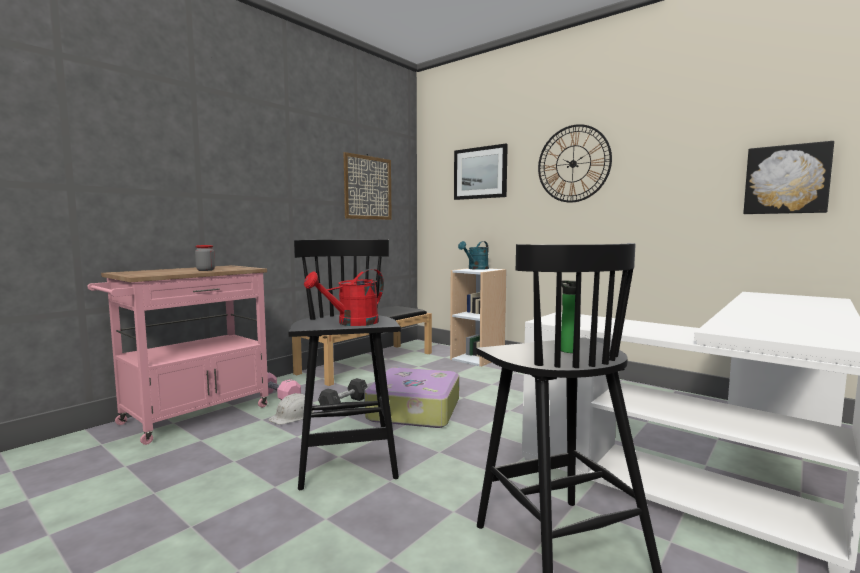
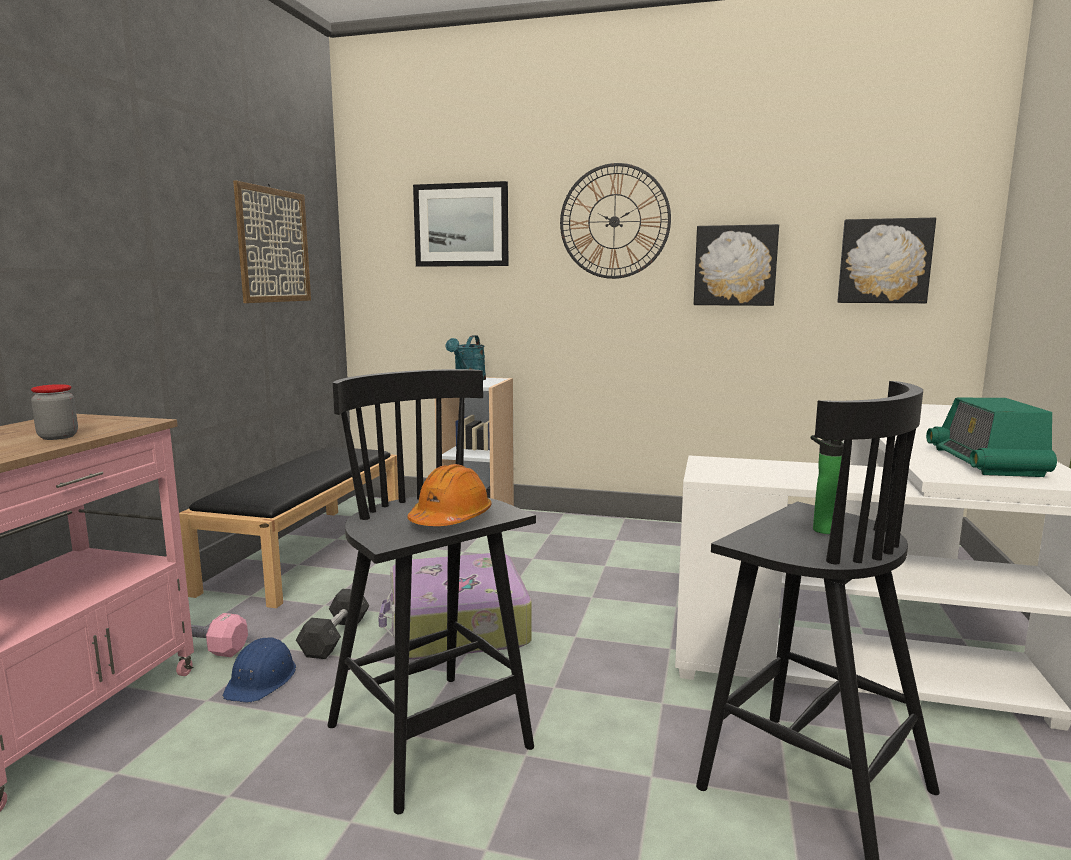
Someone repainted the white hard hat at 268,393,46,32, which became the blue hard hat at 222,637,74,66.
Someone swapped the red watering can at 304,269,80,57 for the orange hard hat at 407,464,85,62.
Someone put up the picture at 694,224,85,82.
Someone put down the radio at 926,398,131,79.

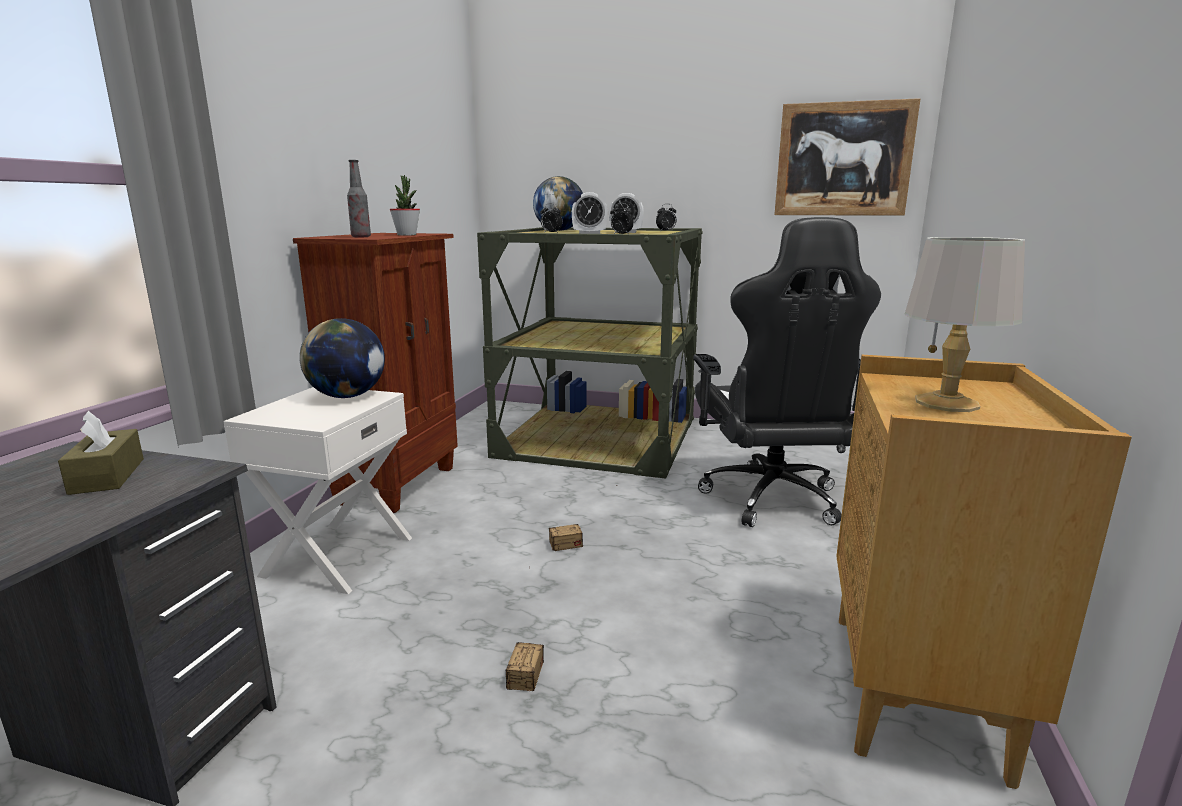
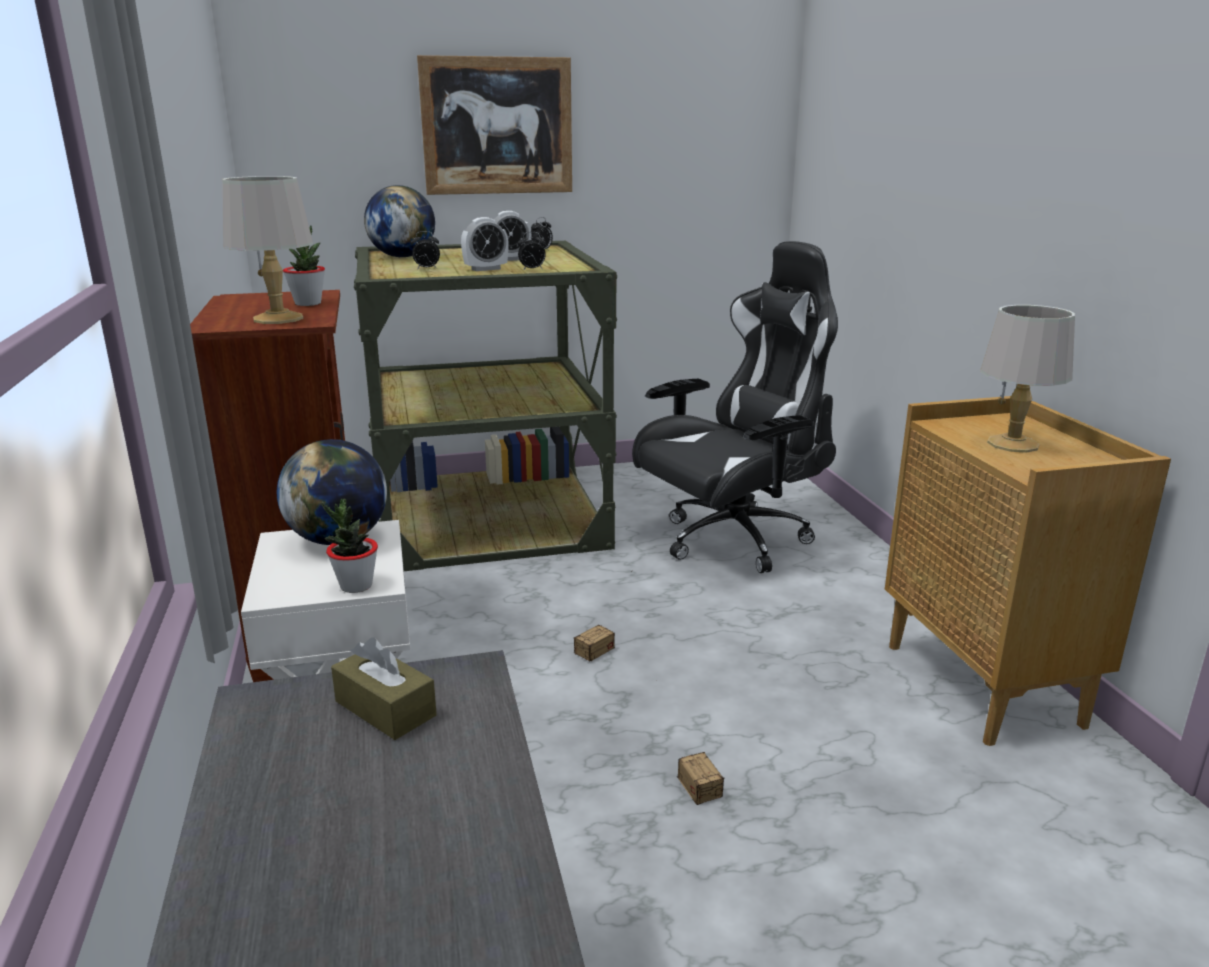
Someone swapped the bottle at 347,160,24,77 for the grey table lamp at 222,176,91,148.
Someone put down the potted plant at 321,498,57,95.
Someone carried the picture from 774,98,147,118 to 417,55,155,140.
Someone rotated the black office chair at 693,217,188,310 by 90 degrees counterclockwise.

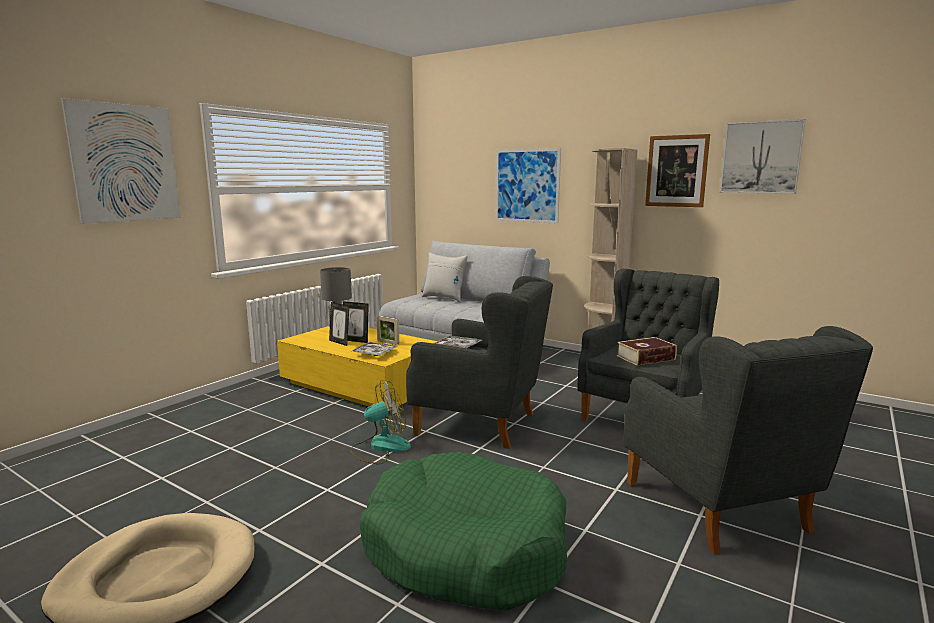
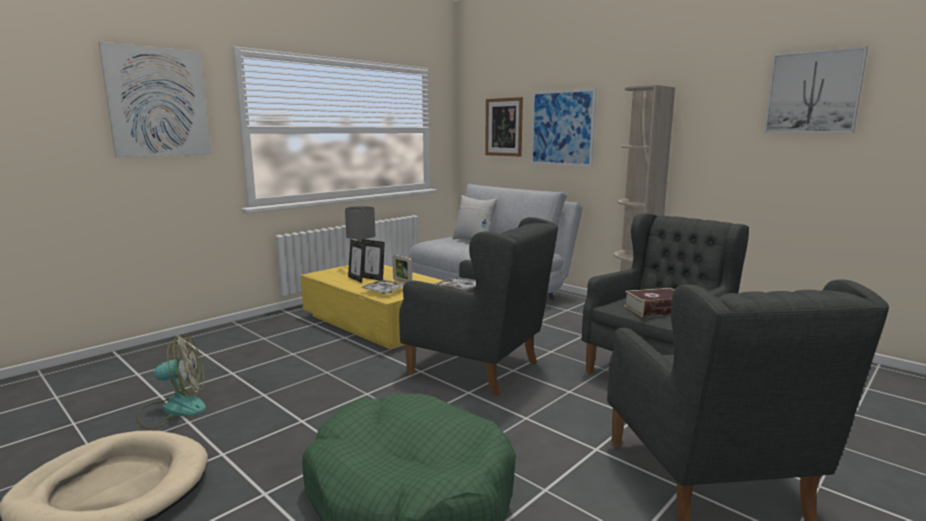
Someone carried the fan from 351,380,60,84 to 136,335,70,95.
Someone carried the picture from 645,134,65,73 to 485,97,38,60.

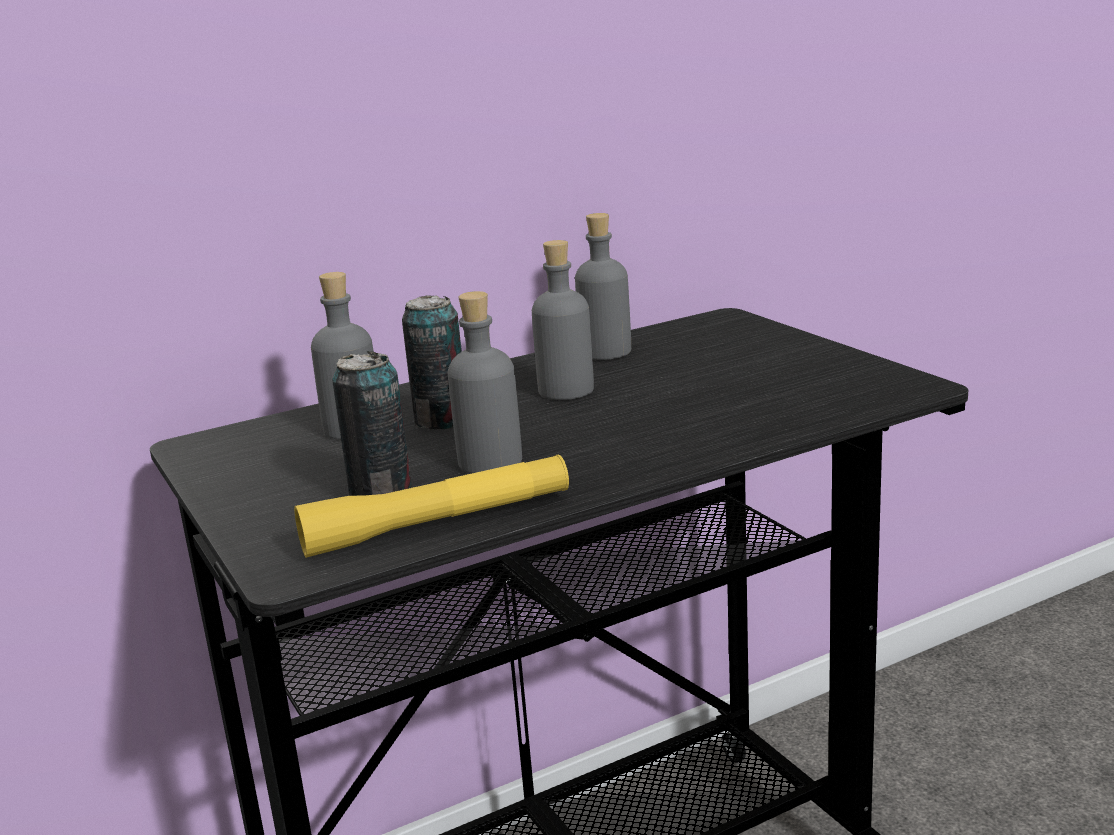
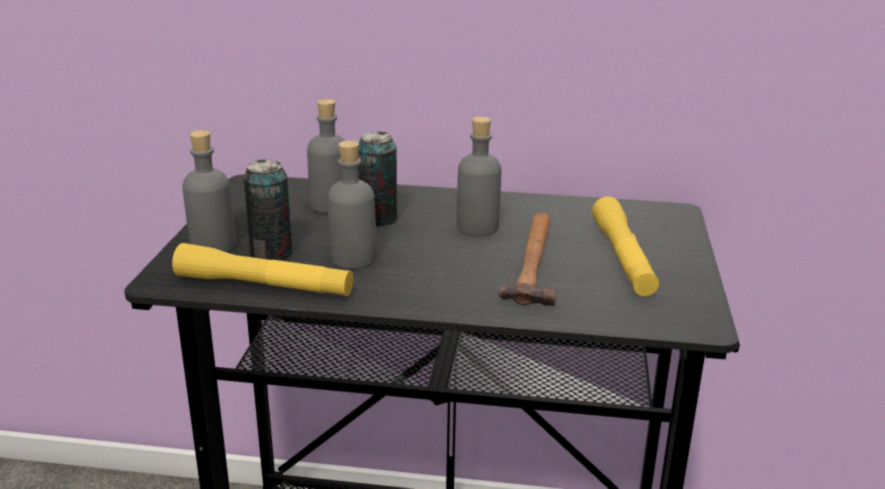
Someone carried the grey bottle from 575,213,56,147 to 182,130,54,122.
Someone put down the hammer at 498,213,58,93.
Someone put down the yellow flashlight at 592,196,67,100.

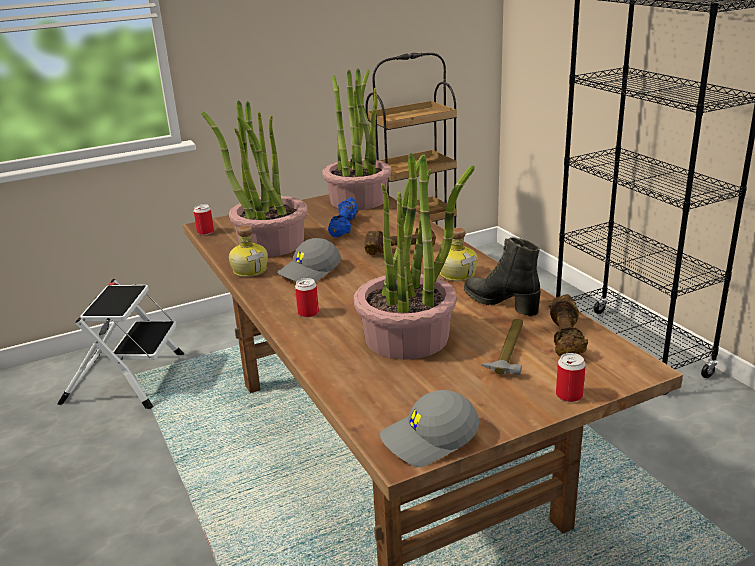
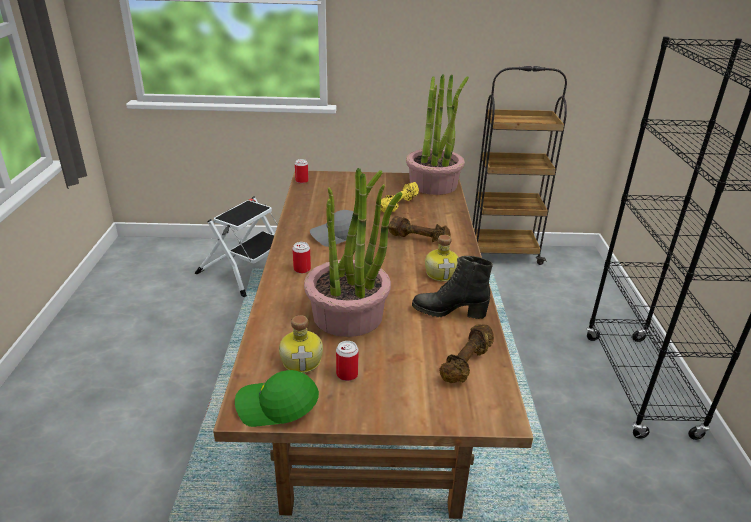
Someone repainted the grey cap at 380,390,99,77, which became the green cap at 235,370,84,57.
Someone carried the bottle from 229,225,39,52 to 279,315,44,58.
Someone carried the can from 556,353,30,49 to 336,341,23,40.
Someone repainted the blue dumbbell at 328,197,30,40, which became the yellow dumbbell at 381,182,38,30.
Someone rotated the black boot at 464,237,77,79 by 60 degrees counterclockwise.
Someone took away the potted plant at 201,100,107,157.
Someone took away the hammer at 481,319,42,56.

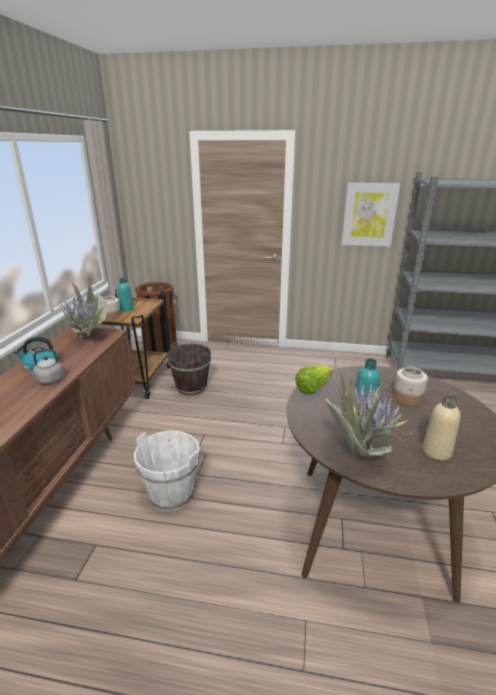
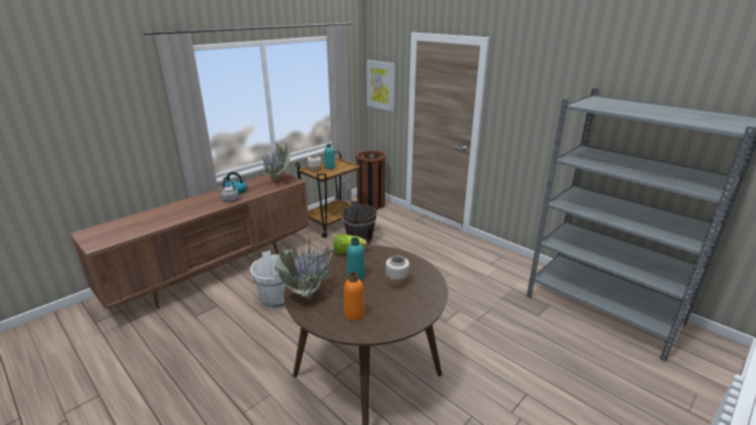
Someone repainted the beige bottle at 422,395,38,66, which became the orange bottle at 344,272,21,49.
Someone carried the picture from 342,183,58,64 to 366,60,29,52.

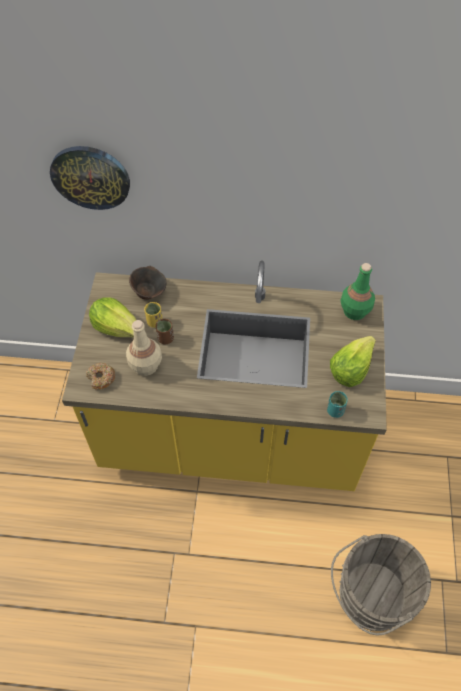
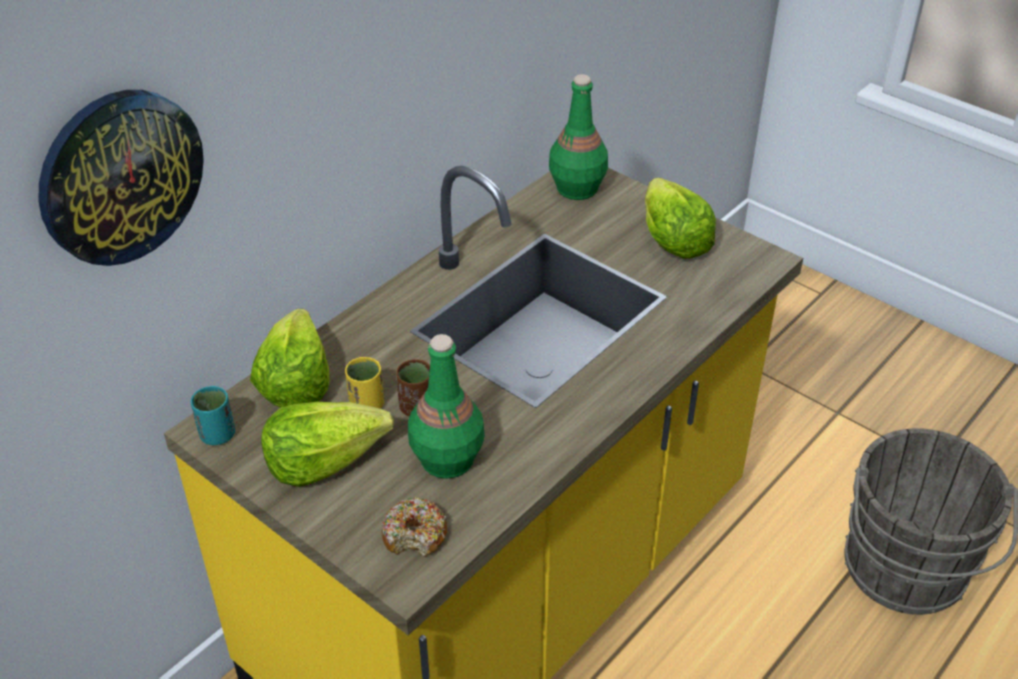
Someone carried the turquoise cup from 327,391,21,27 to 191,386,44,59.
Someone swapped the brown bowl at 129,266,38,34 for the lettuce at 250,309,80,99.
Someone repainted the beige bottle at 126,320,36,56, which became the green bottle at 408,334,77,145.

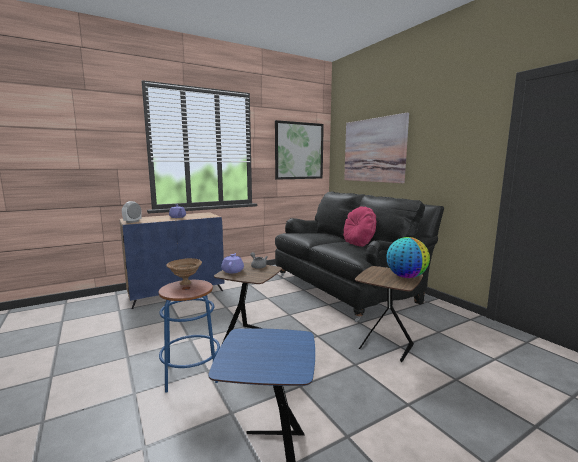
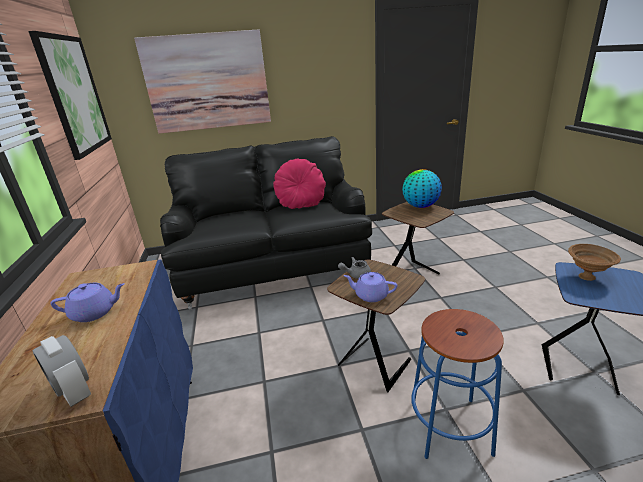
Someone carried the brown bowl from 166,258,36,27 to 568,244,53,37.

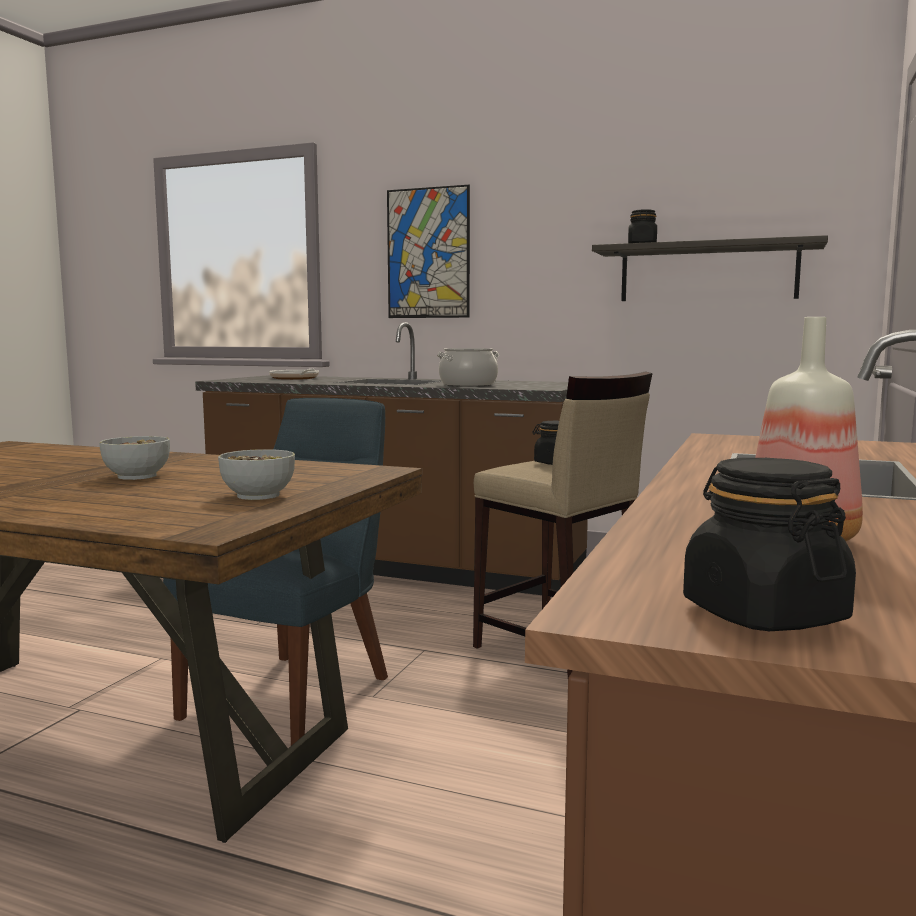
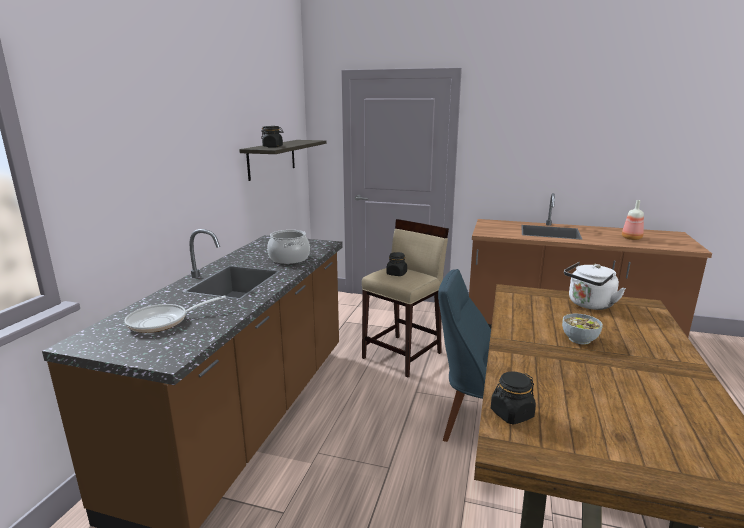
Someone carried the black jar from 683,458,173,173 to 491,371,45,53.
Someone swapped the bowl at 218,449,77,51 for the white kettle at 564,262,62,48.
Someone took away the picture at 387,185,83,133.

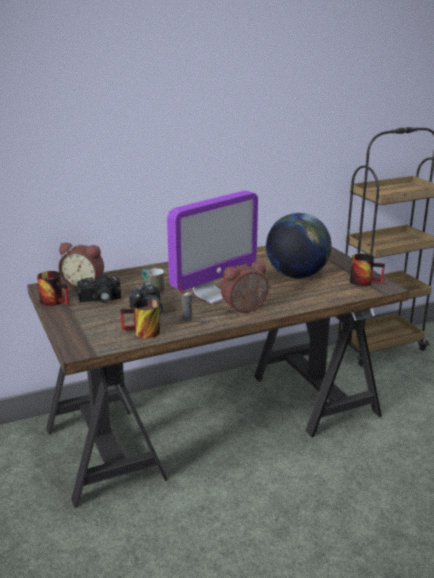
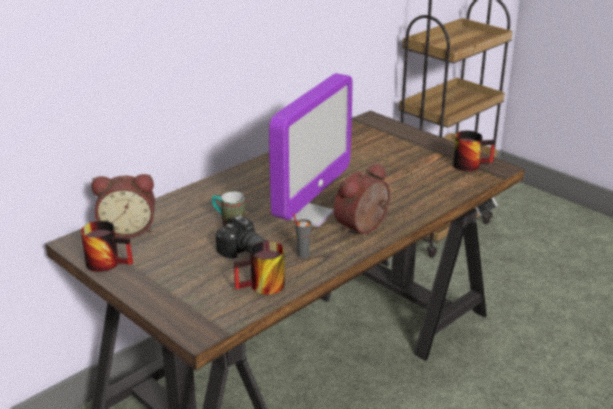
Someone took away the photo camera at 77,274,44,29.
Someone took away the globe at 266,213,65,65.

